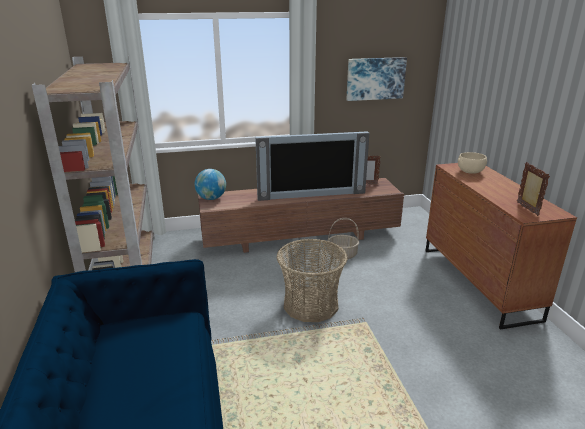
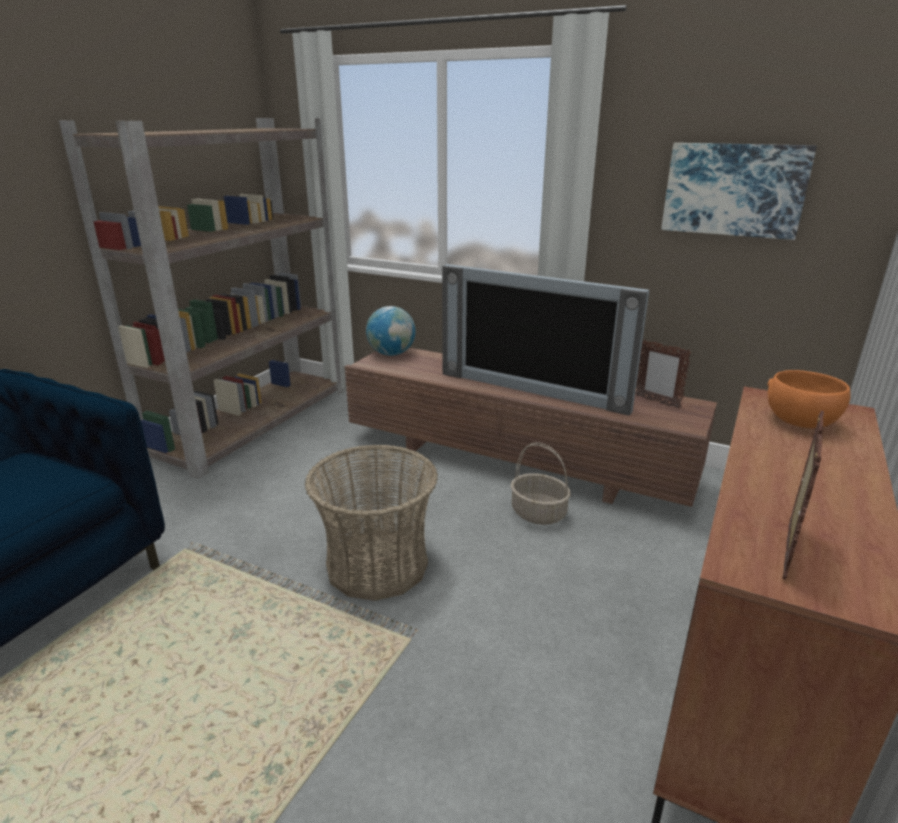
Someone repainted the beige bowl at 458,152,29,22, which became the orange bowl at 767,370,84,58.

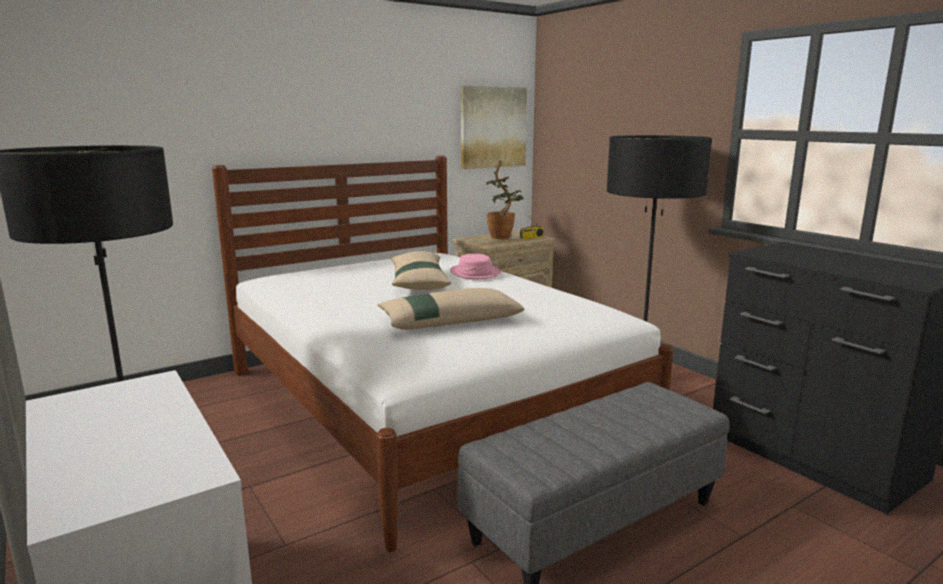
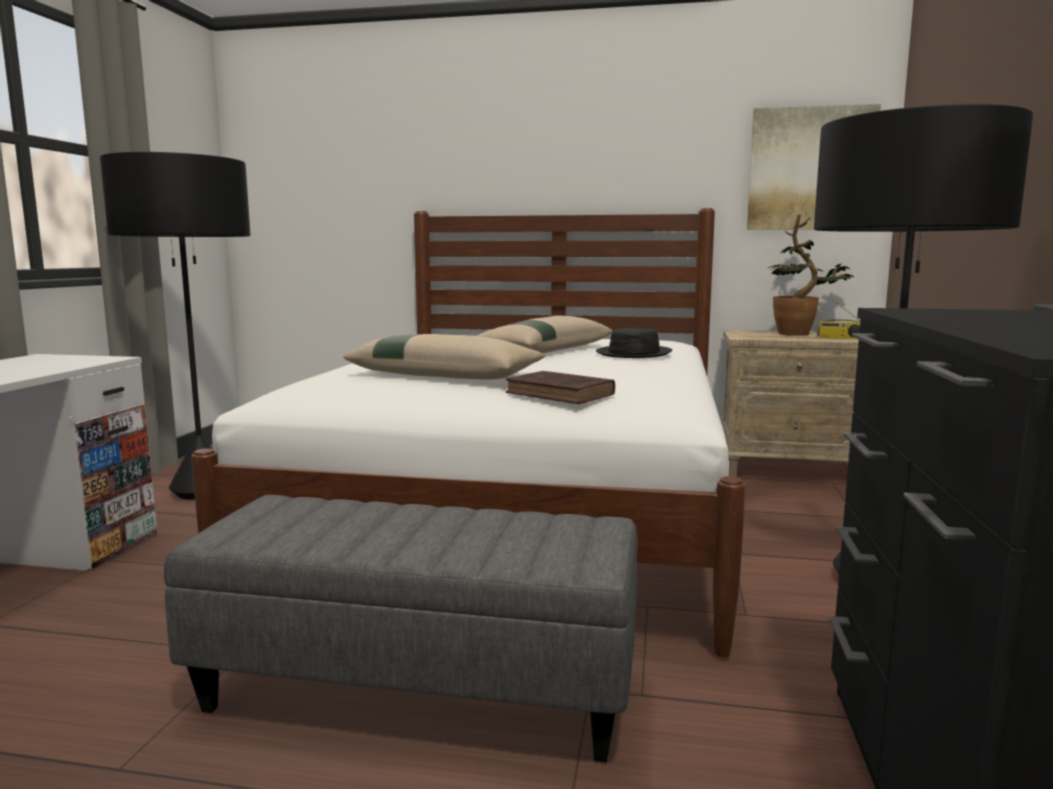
Someone put down the brown book at 506,371,109,33.
Someone repainted the pink hat at 450,254,51,25, which became the black hat at 596,328,76,30.

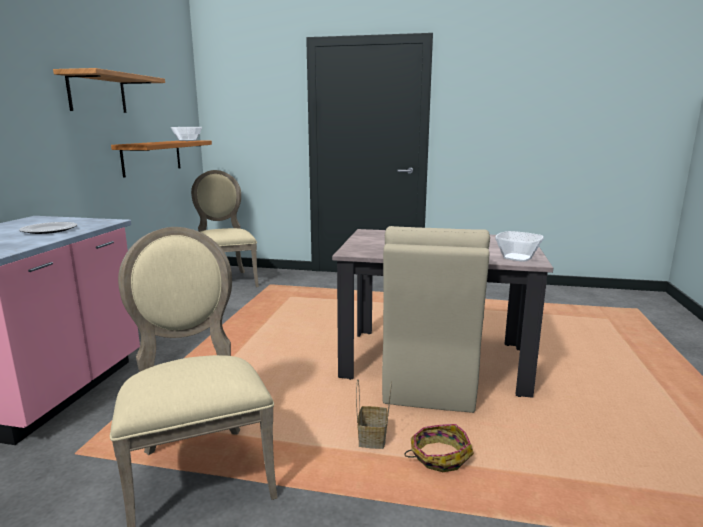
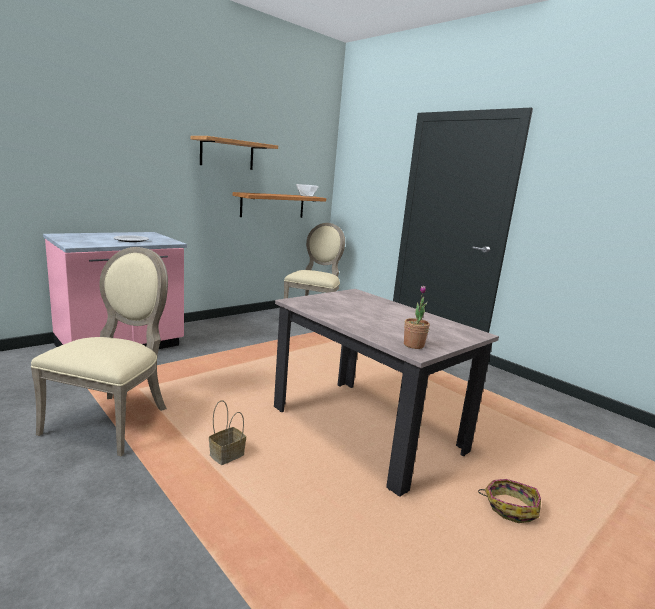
Someone swapped the bowl at 495,231,49,31 for the potted plant at 404,285,26,64.
Someone carried the basket from 405,424,69,48 to 478,479,63,44.
Someone took away the beige chair at 382,226,108,187.

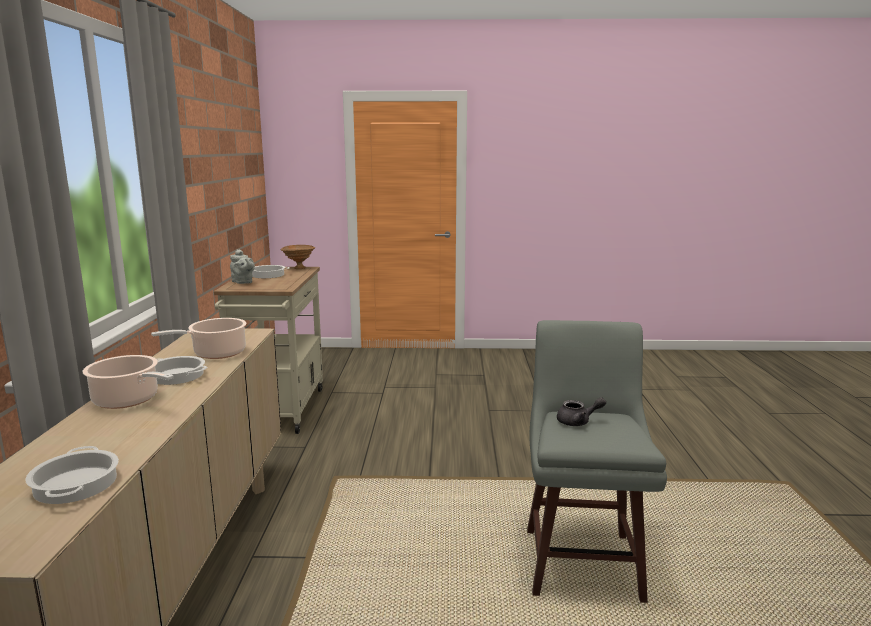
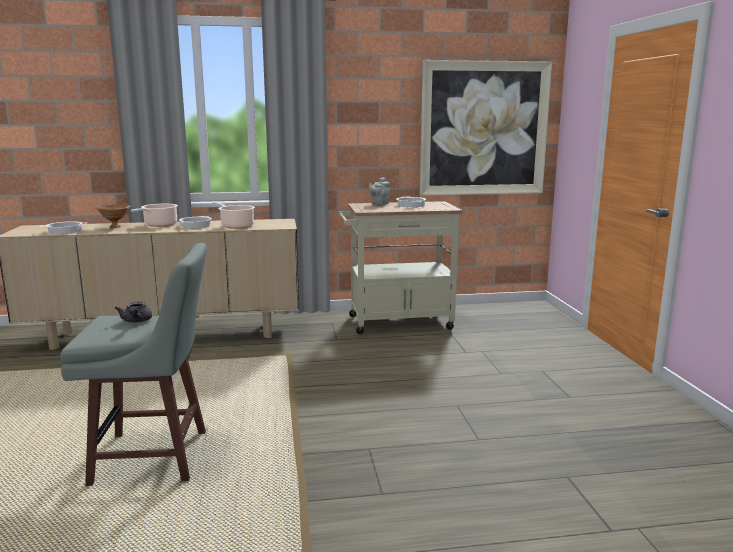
Someone carried the brown bowl from 281,245,34,24 to 95,204,35,24.
Someone put up the picture at 420,60,132,136.

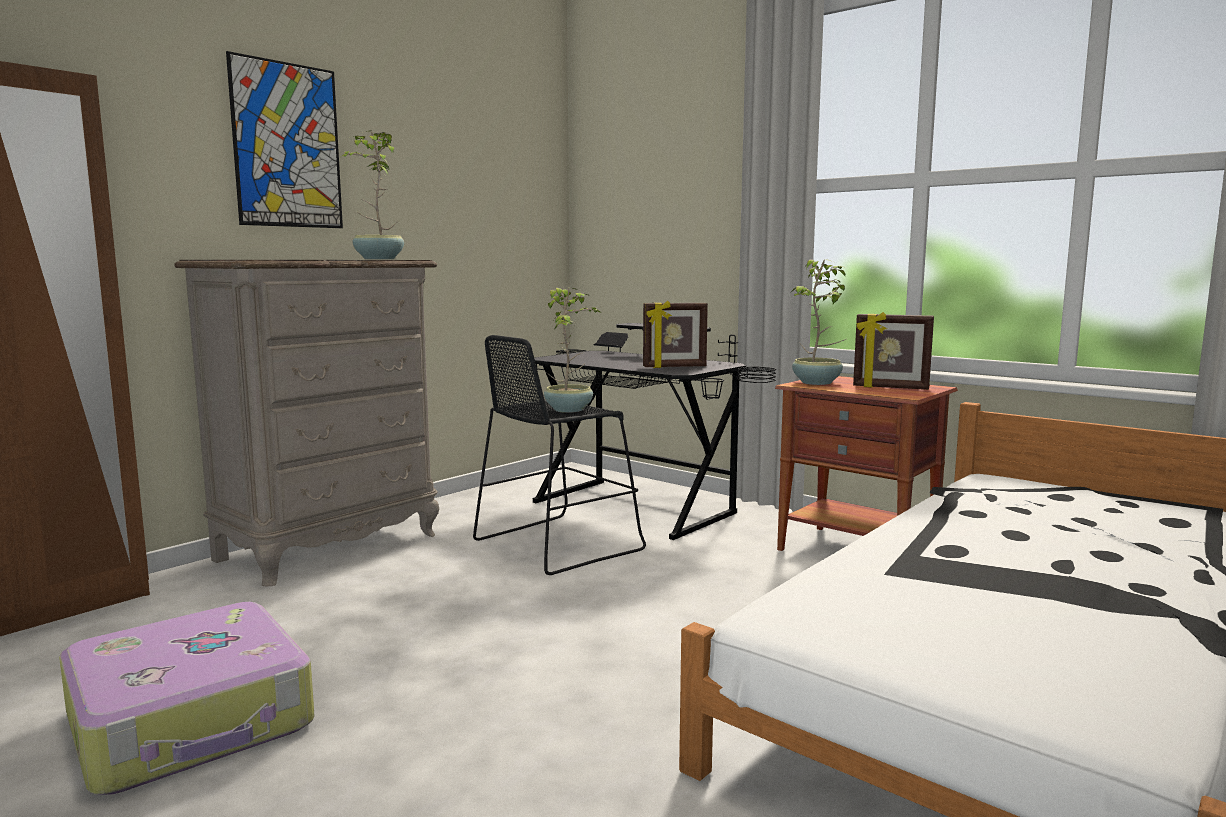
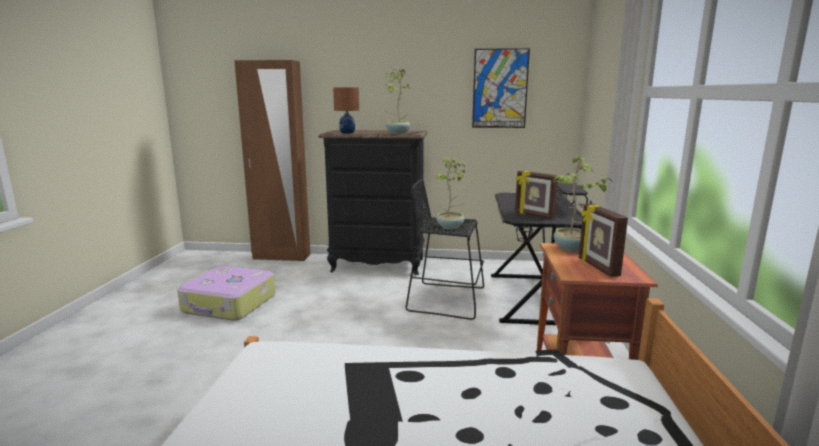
Someone repainted the beige dresser at 174,260,265,326, which became the black dresser at 318,130,110,145.
Someone put down the brown table lamp at 333,87,26,47.
Someone carried the picture from 226,51,117,177 to 472,48,58,80.

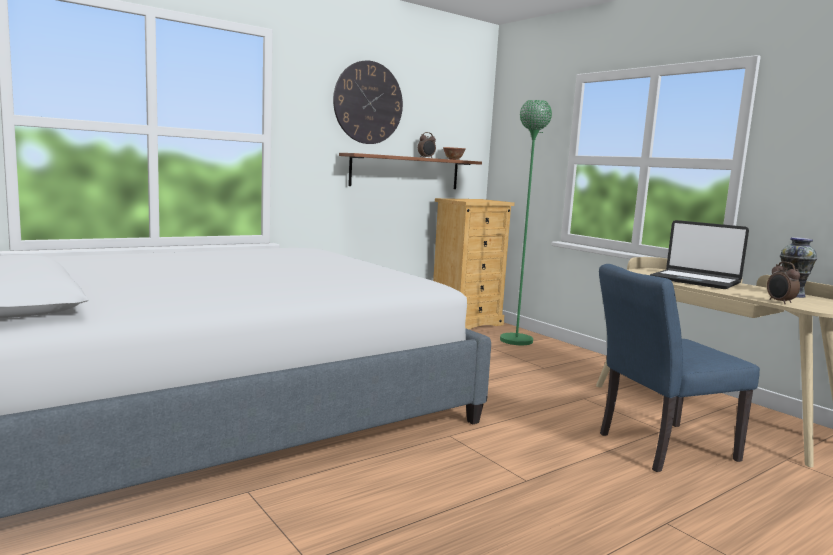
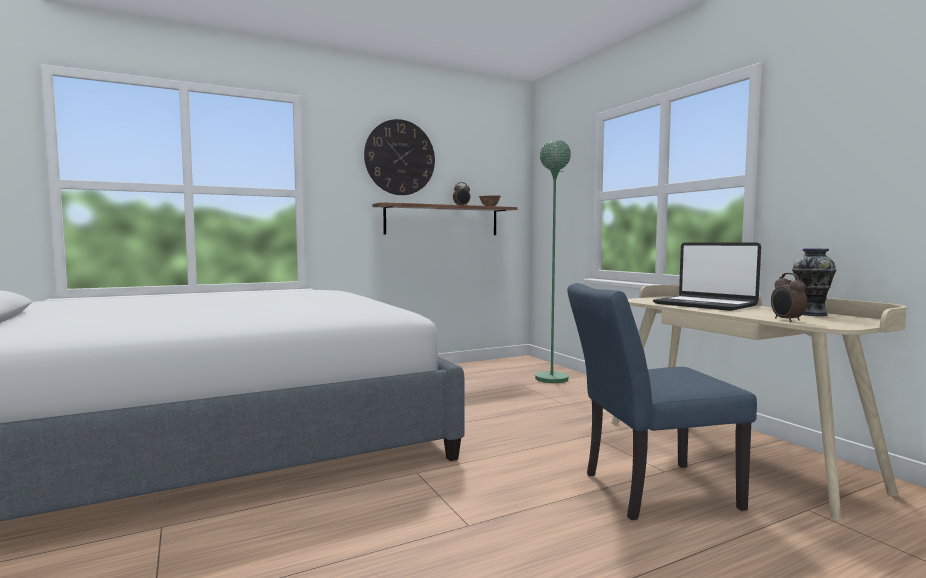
Someone took away the beige dresser at 433,198,82,131.

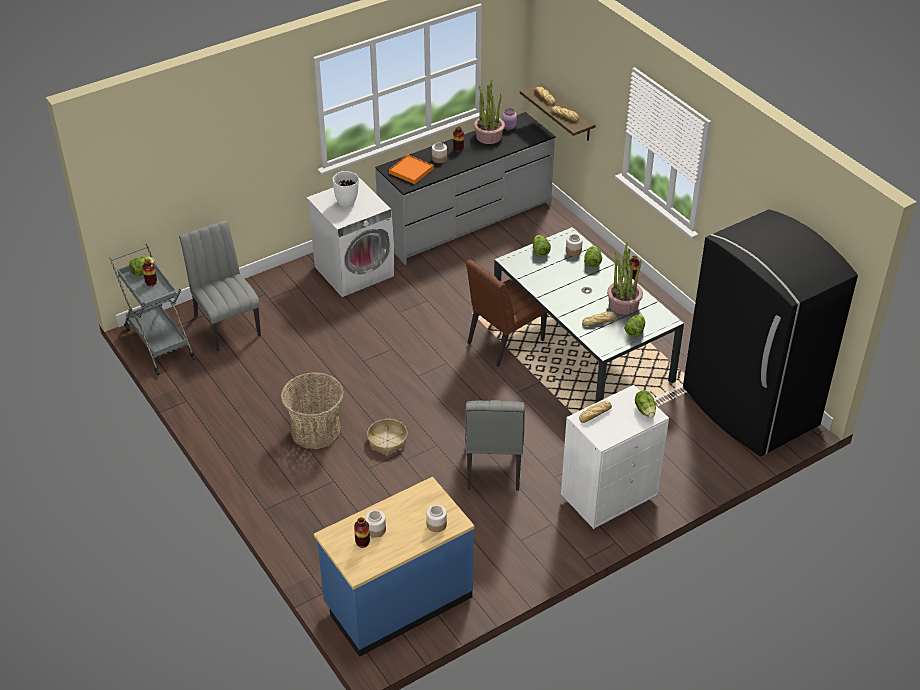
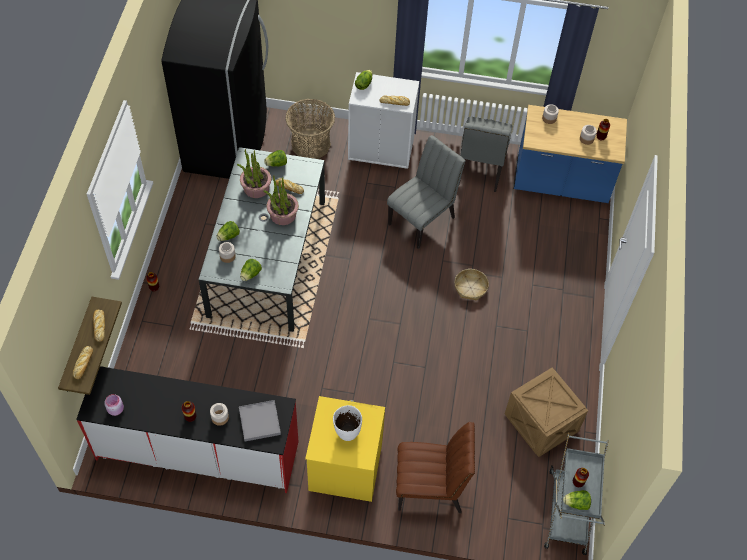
Someone repainted the grey dresser at 375,112,181,153, which became the red dresser at 76,366,223,127.
Someone repainted the orange tray at 389,155,45,29, which became the grey tray at 239,400,42,41.
Someone carried the potted plant from 474,79,31,65 to 263,176,36,49.
Someone carried the basket from 281,372,63,77 to 285,99,50,60.
Someone repainted the white washing machine at 306,178,88,119, which became the yellow washing machine at 305,396,80,106.
Someone carried the brown chair from 466,259,81,108 to 396,422,79,91.
Someone carried the grey chair from 179,220,82,131 to 459,117,53,75.
Someone put down the crate at 505,368,83,89.

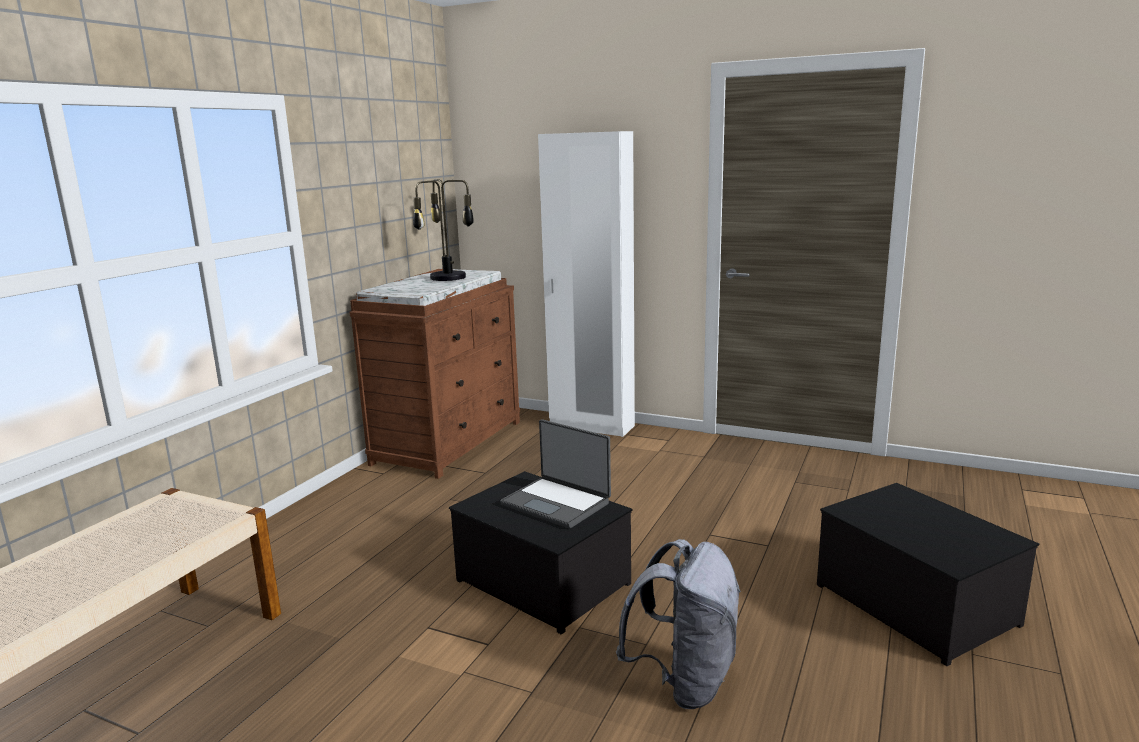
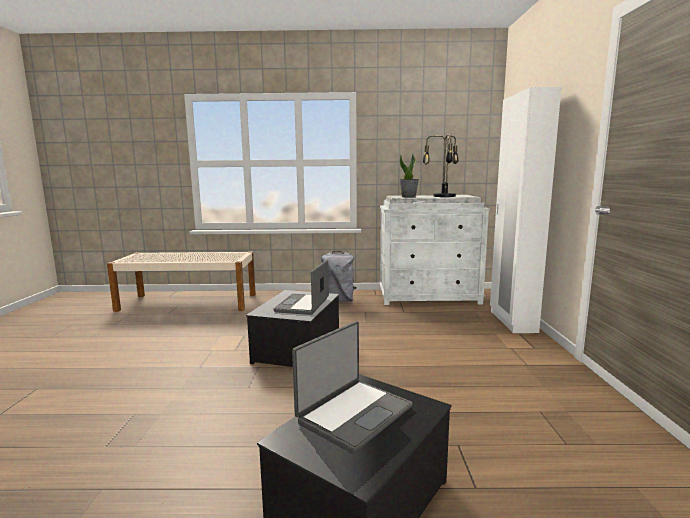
Someone put down the laptop at 292,321,120,133.
Someone carried the grey backpack from 616,539,125,170 to 321,251,36,51.
Someone repainted the brown dresser at 349,268,171,211, which became the white dresser at 380,195,110,110.
Someone put down the potted plant at 399,154,20,43.

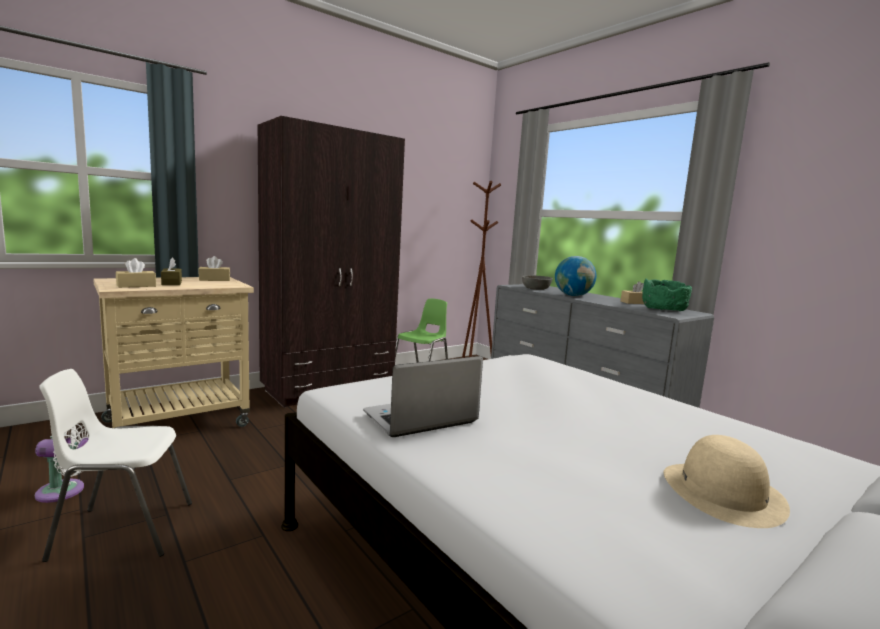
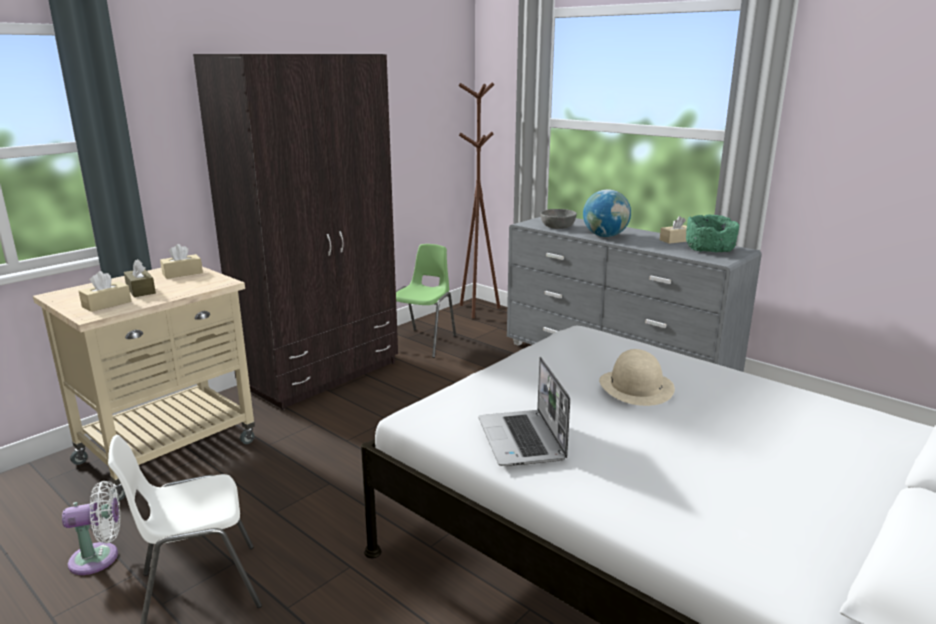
Someone rotated the laptop at 363,356,120,81 by 60 degrees counterclockwise.
Someone carried the beige hat from 663,435,127,93 to 599,349,76,57.

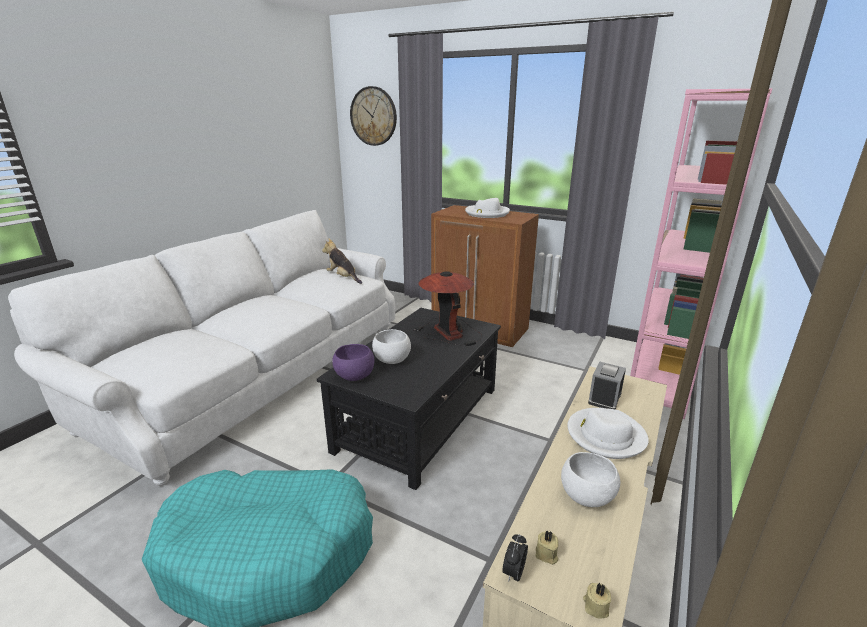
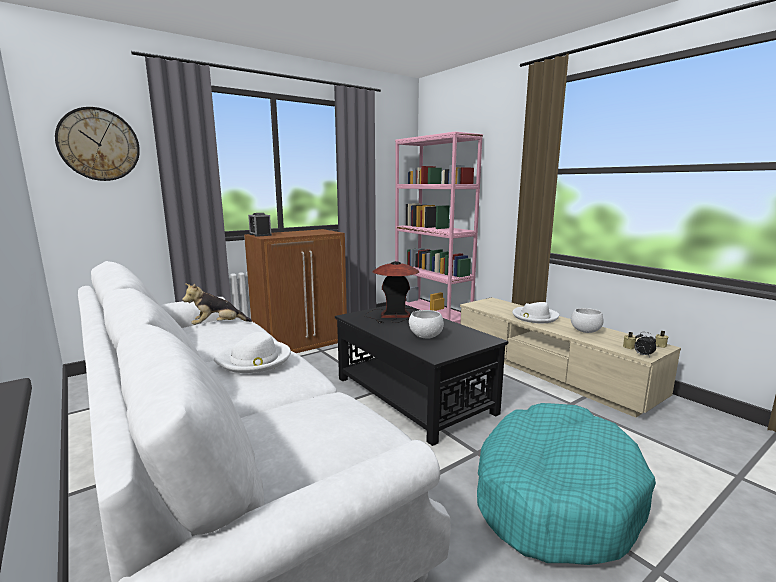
Someone carried the white hat from 465,198,45,20 to 214,332,77,41.
Someone carried the alarm clock from 588,361,38,48 to 248,213,24,24.
Someone took away the purple bowl at 332,344,42,37.

